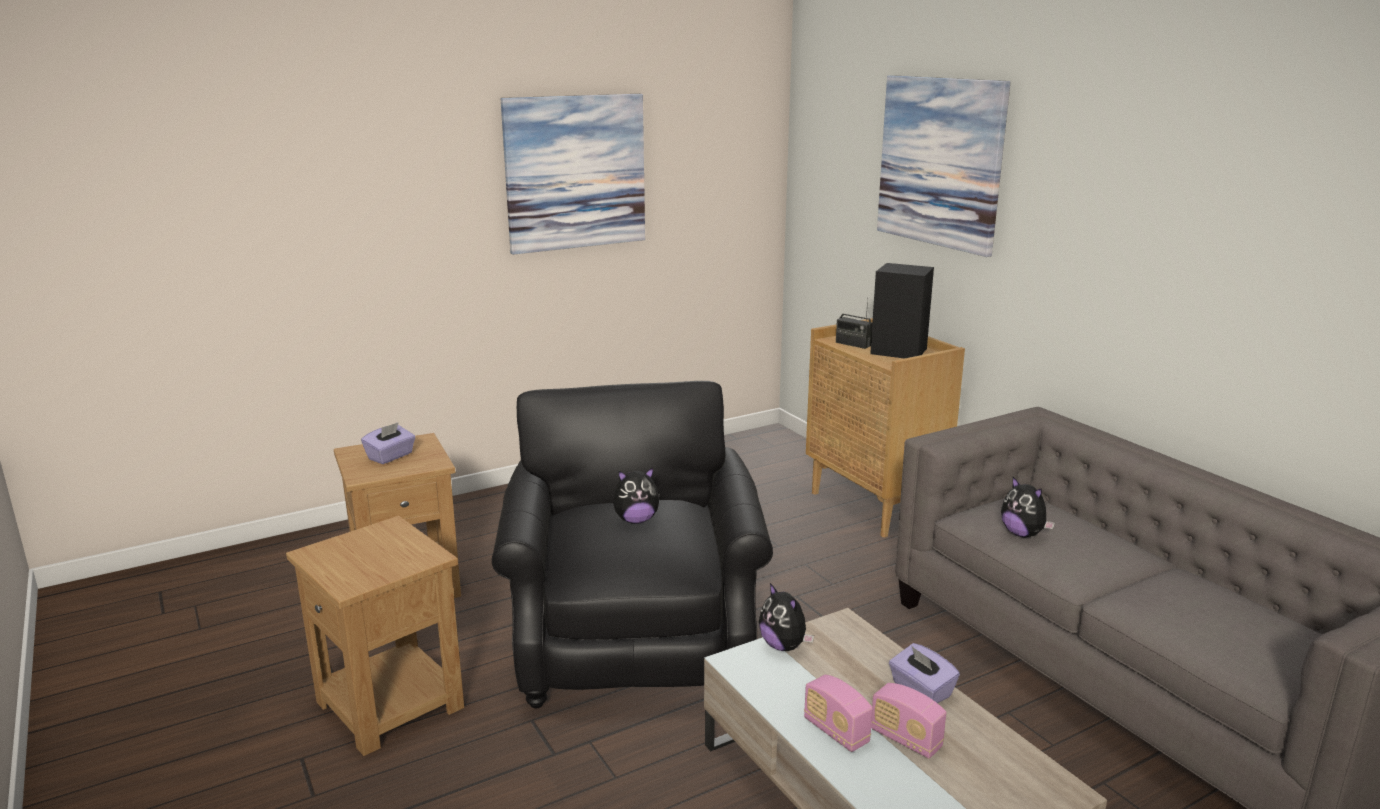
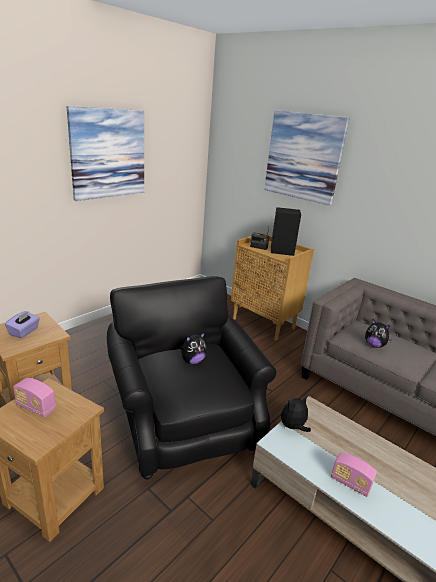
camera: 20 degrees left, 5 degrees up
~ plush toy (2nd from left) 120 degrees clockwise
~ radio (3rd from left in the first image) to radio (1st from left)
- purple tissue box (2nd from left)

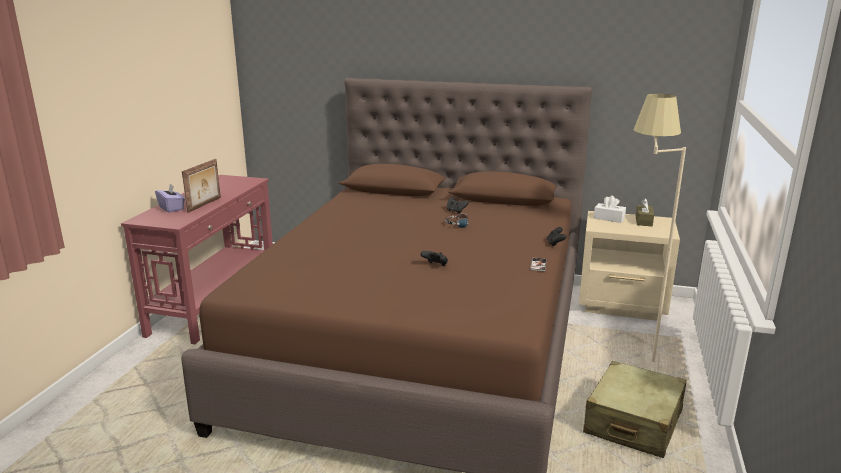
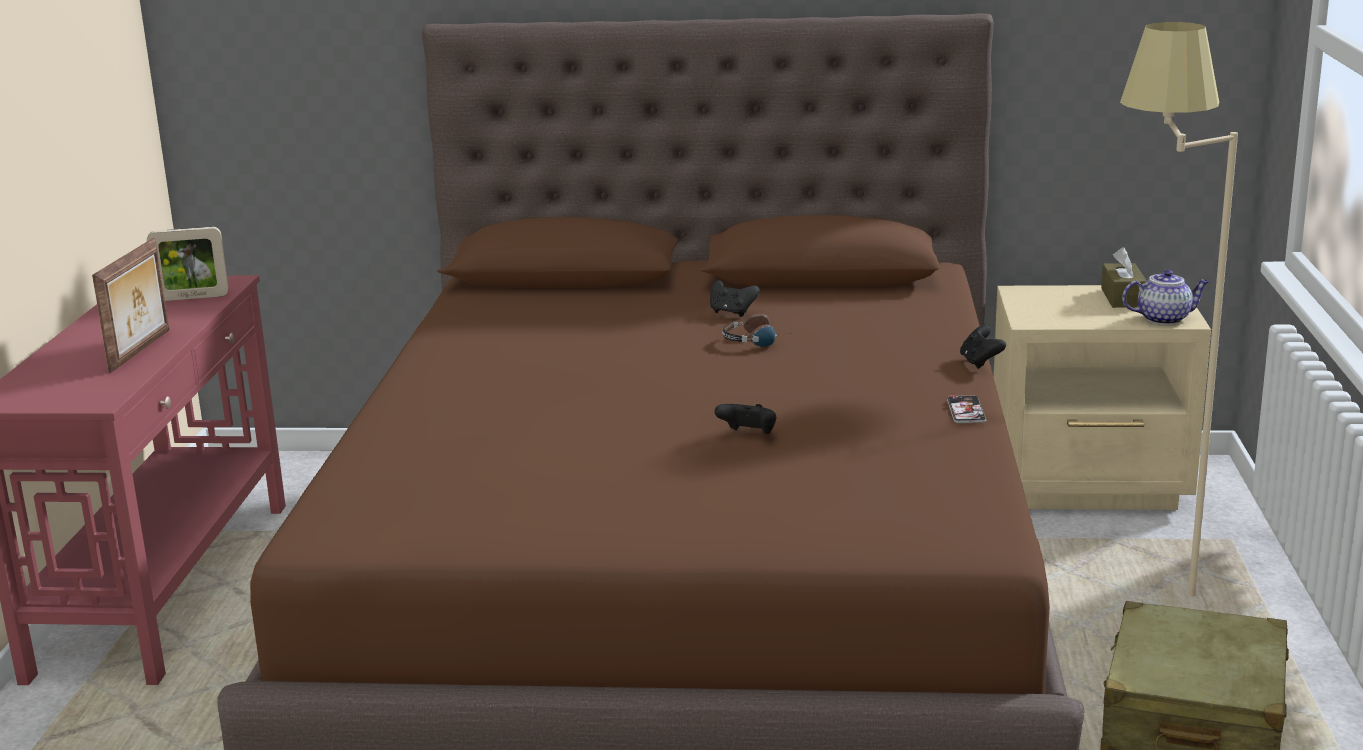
camera: 10 degrees left, 0 degrees up
- purple tissue box
- white tissue box
+ picture frame (2nd from left)
+ teapot

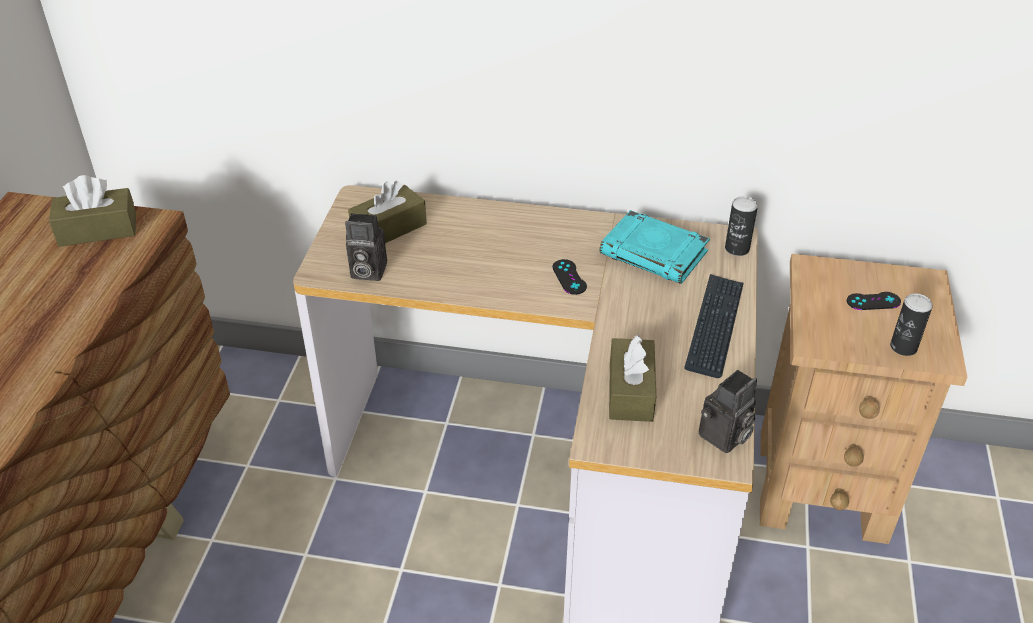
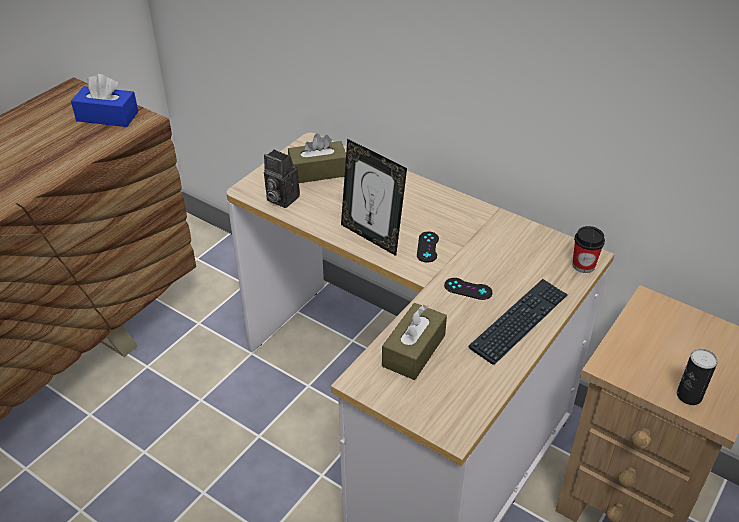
camera: 25 degrees right, 0 degrees up
~ brown tissue box (1st from left) to blue tissue box
- turquoise book
- photo camera (2nd from left)
~ can (1st from left) to cup
~ black game controller (2nd from left)
+ picture frame

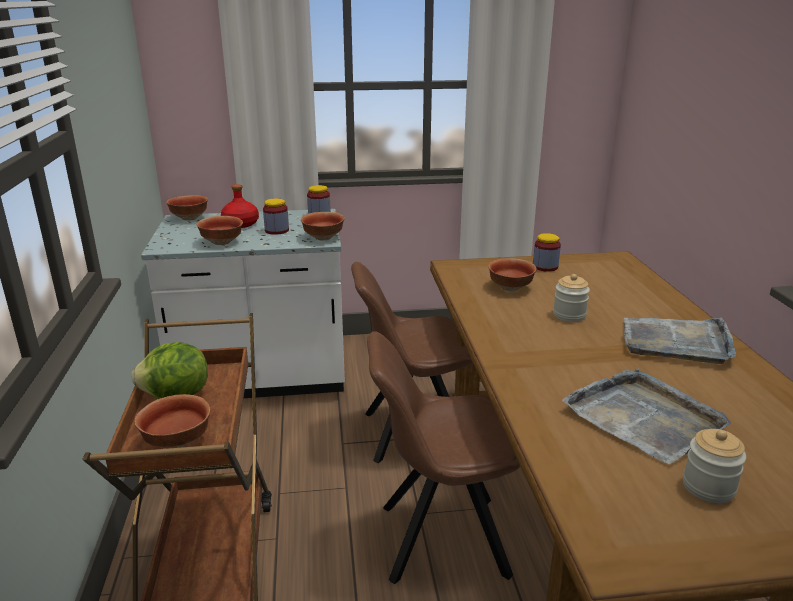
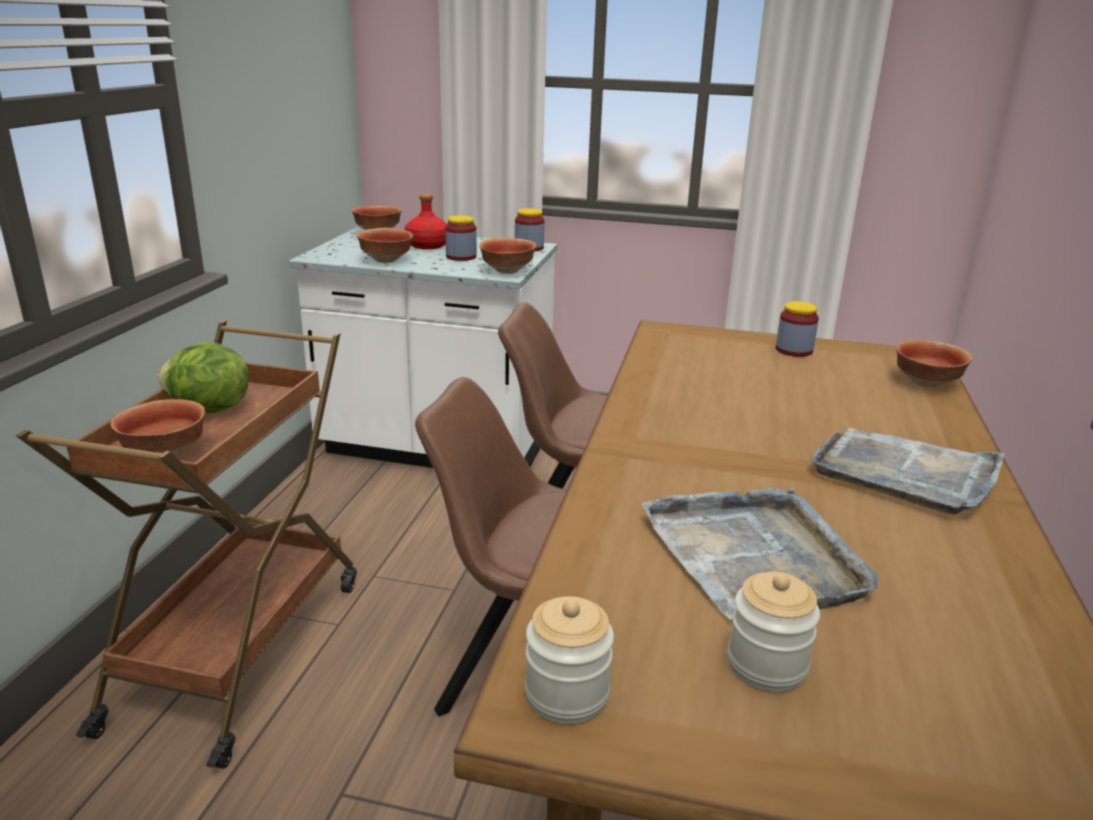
camera: 20 degrees right, 0 degrees up
~ bowl (5th from left)
~ jar (4th from left in the first image) to jar (3rd from left)

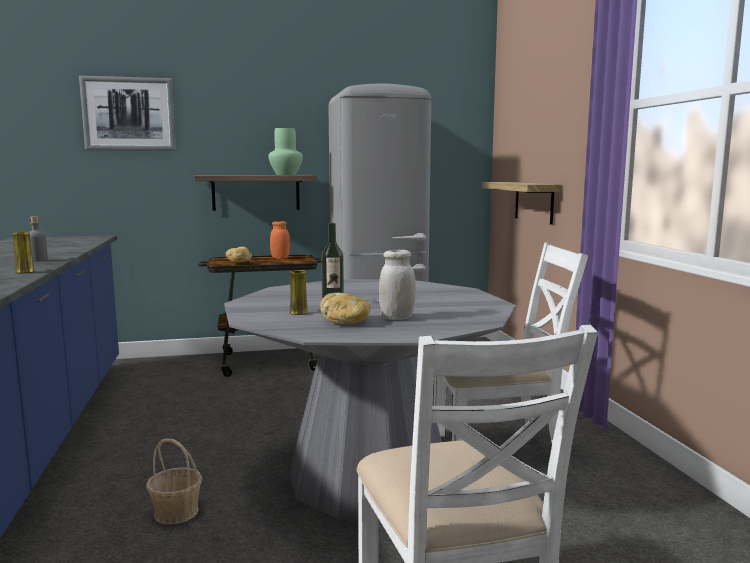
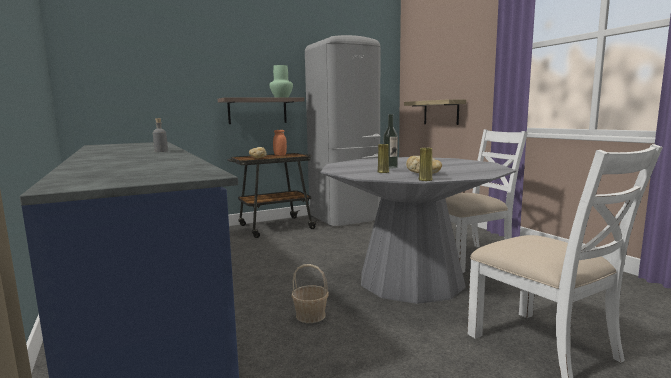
camera: 15 degrees left, 0 degrees up
~ yellow vase (1st from left in the first image) to yellow vase (2nd from left)
- picture
- white jar

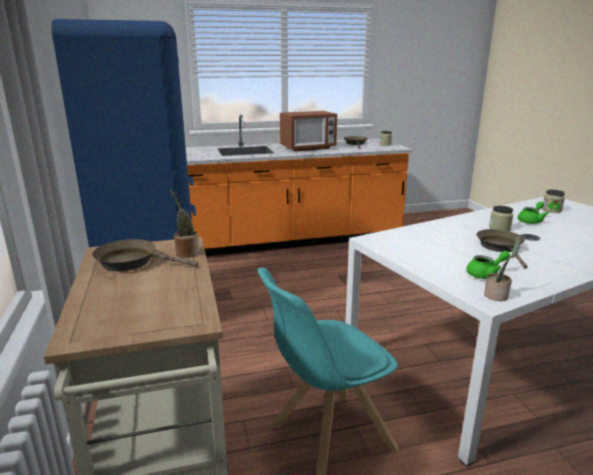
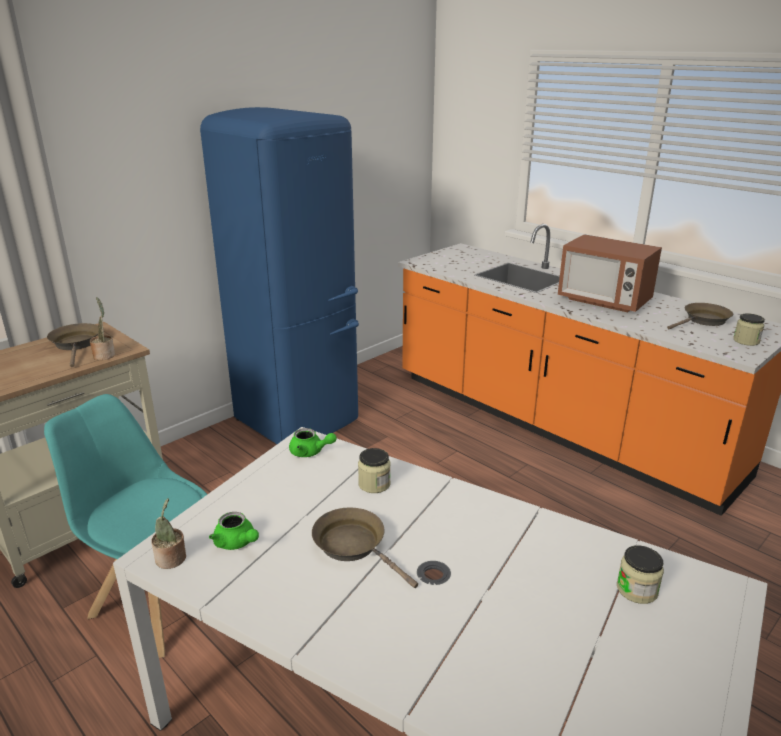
camera: 60 degrees right, 5 degrees up
~ brown frying pan (3rd from left in the first image) 105 degrees counterclockwise
~ jar (2nd from left in the first image) to jar (1st from left)
~ green teapot (2nd from left)

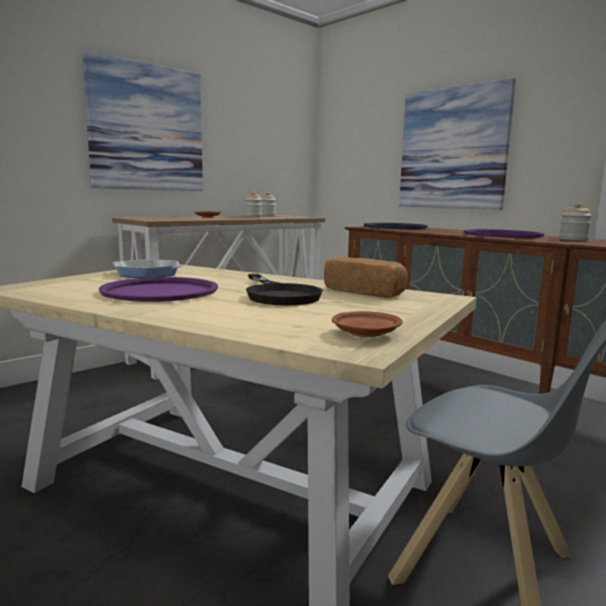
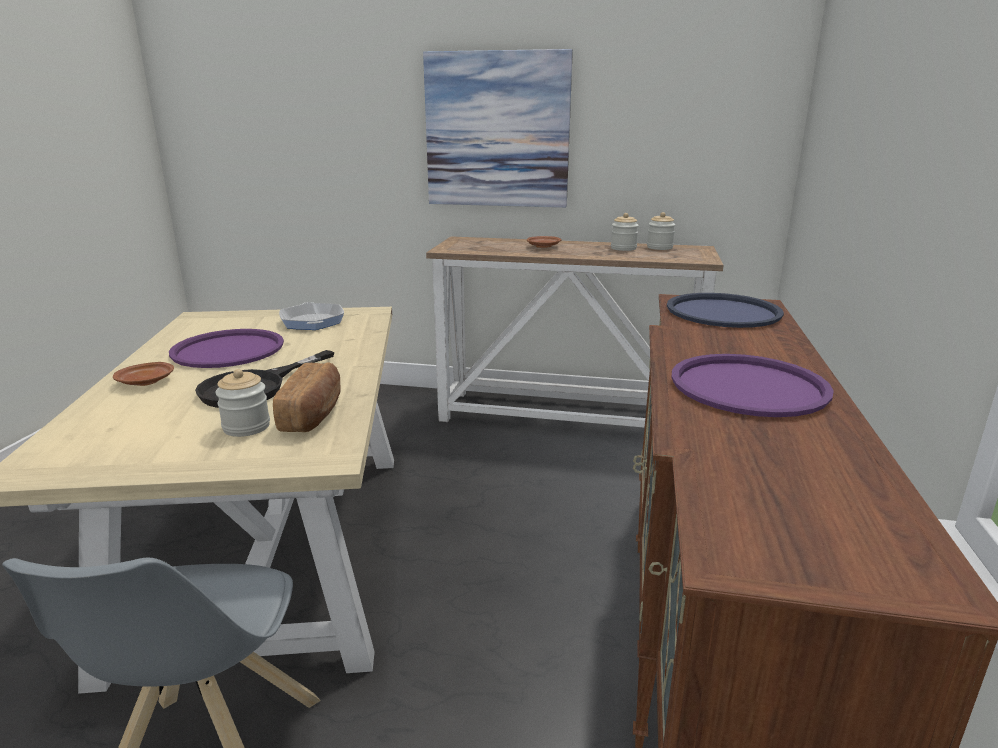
camera: 55 degrees right, 10 degrees up
~ brown plate (2nd from left in the first image) to brown plate (1st from left)
- picture (2nd from left)
~ jar (3rd from left in the first image) to jar (1st from left)

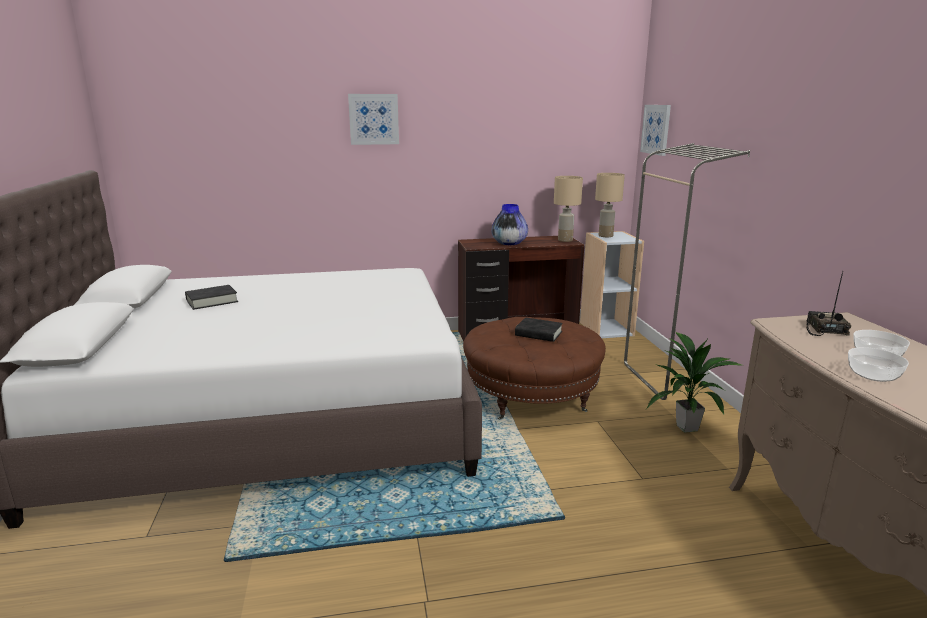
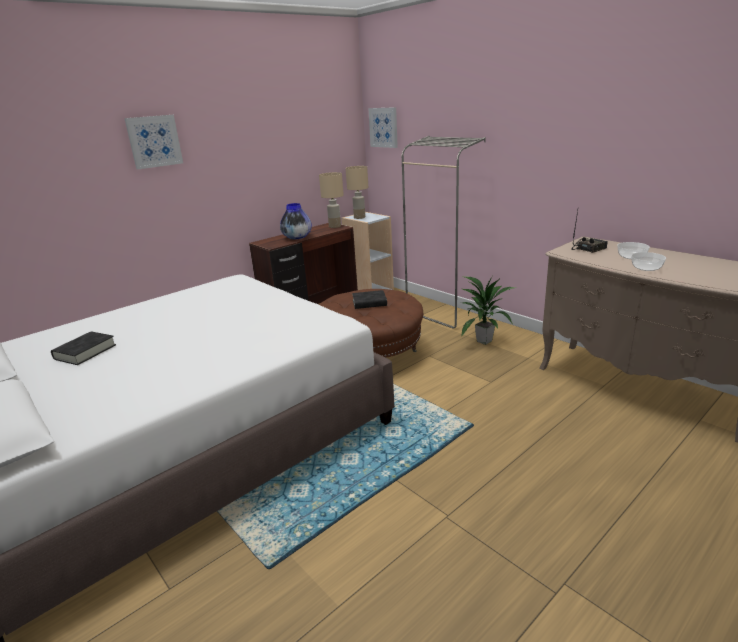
camera: 30 degrees left, 5 degrees up
~ radio 75 degrees clockwise

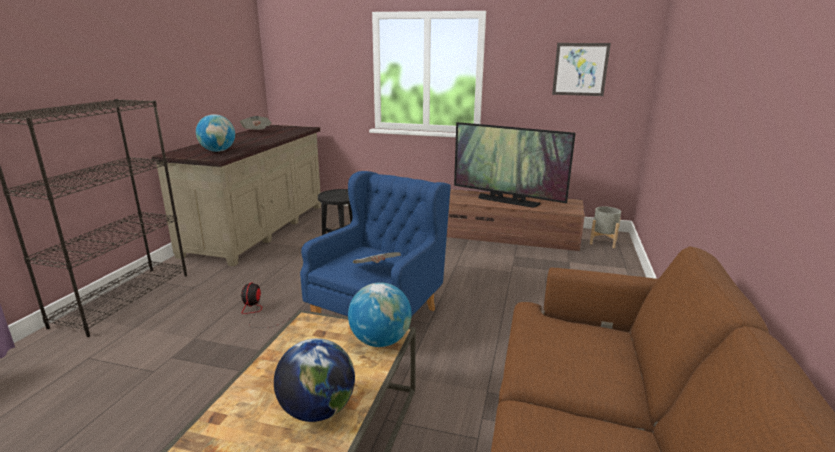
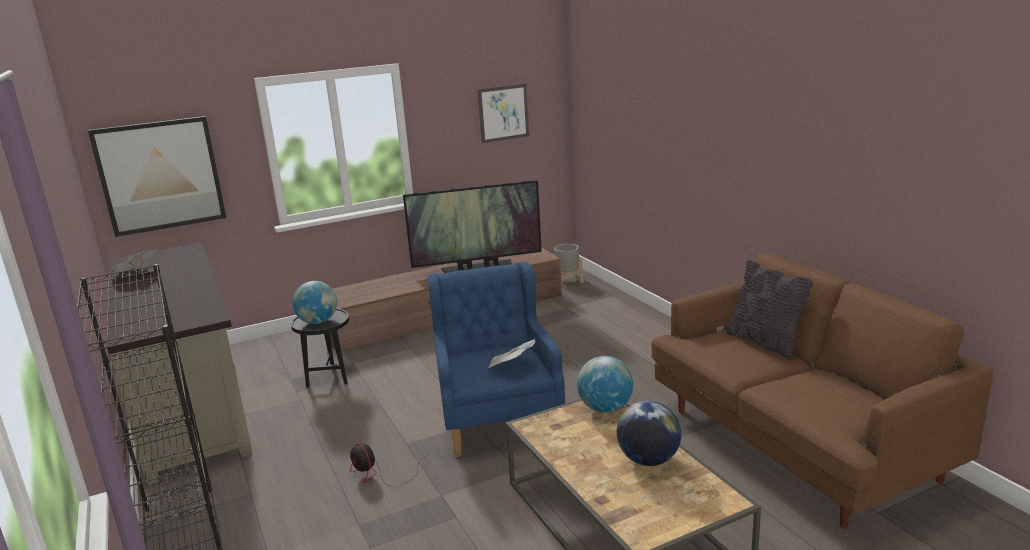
camera: 40 degrees left, 0 degrees up
~ globe (1st from left)
+ picture (1st from left)
+ black pillow

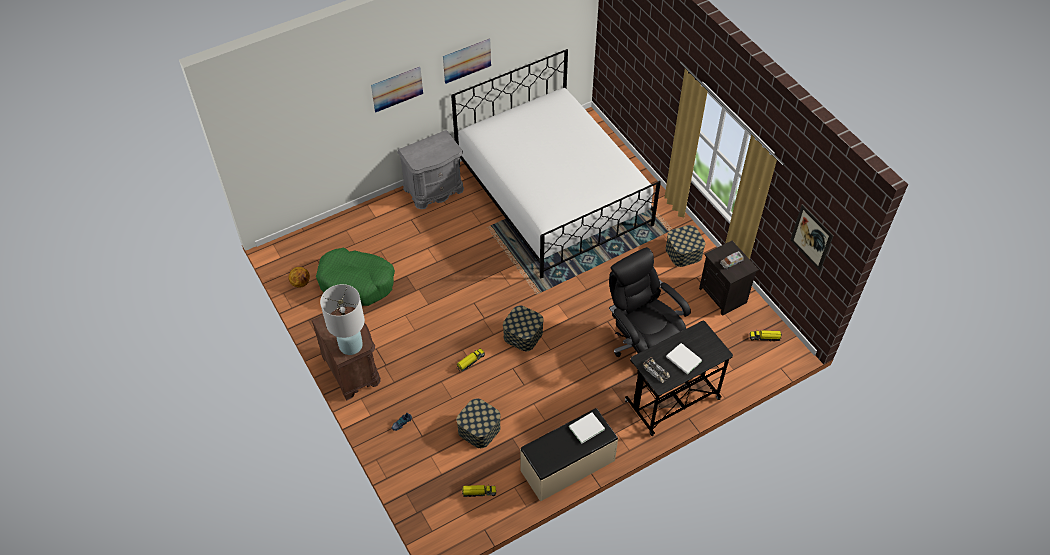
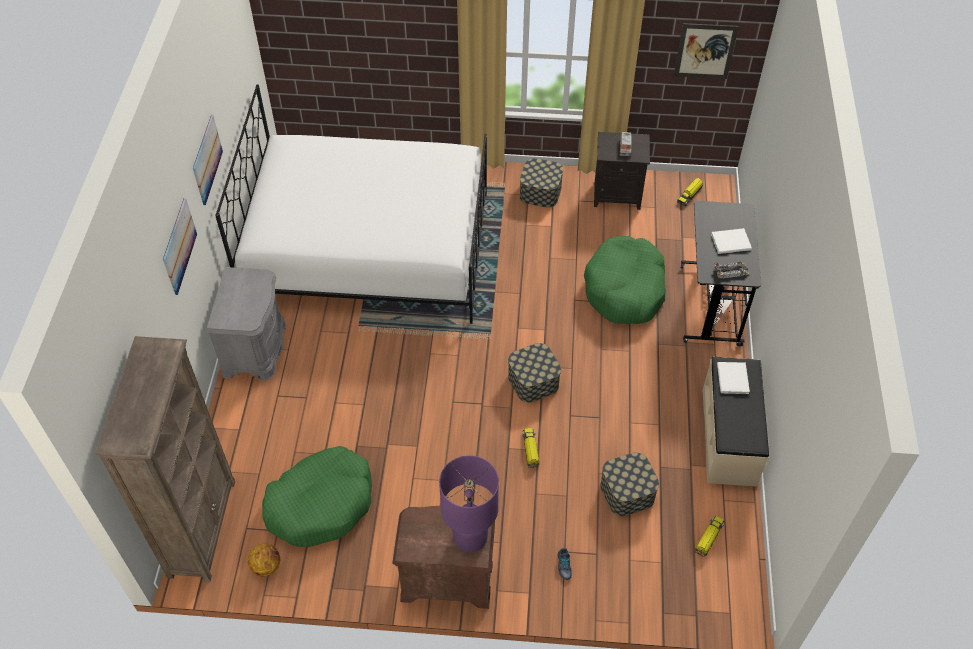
camera: 55 degrees left, 0 degrees up
~ white table lamp to purple table lamp
~ black office chair to green dog bed (2nd from left)
+ brown bookcase

